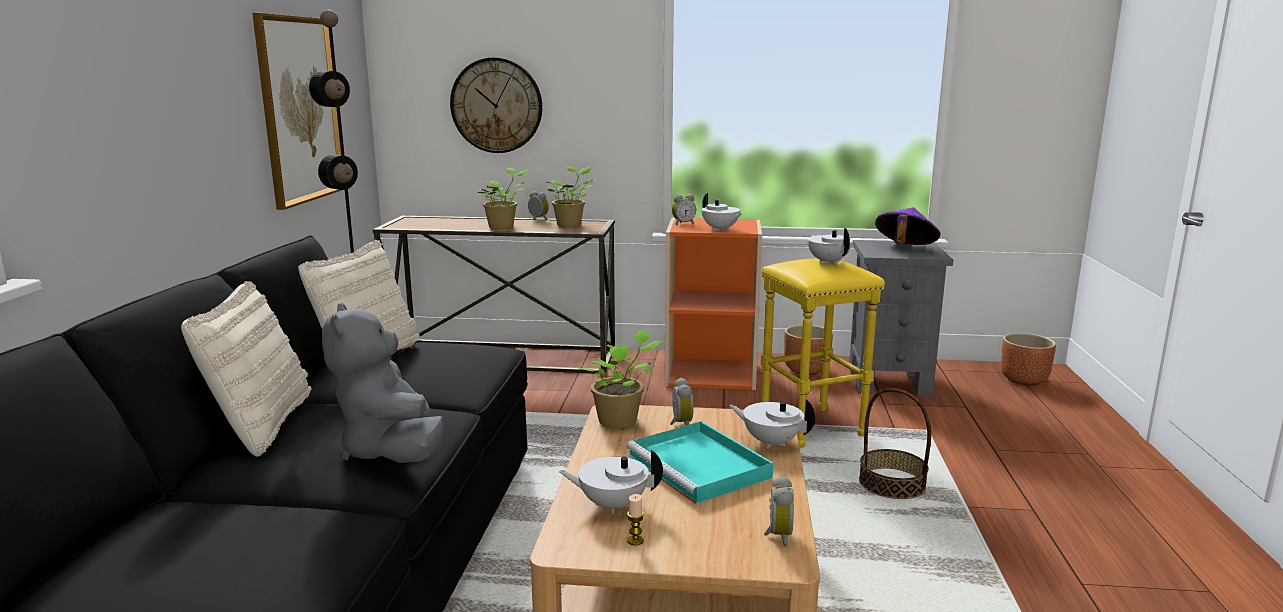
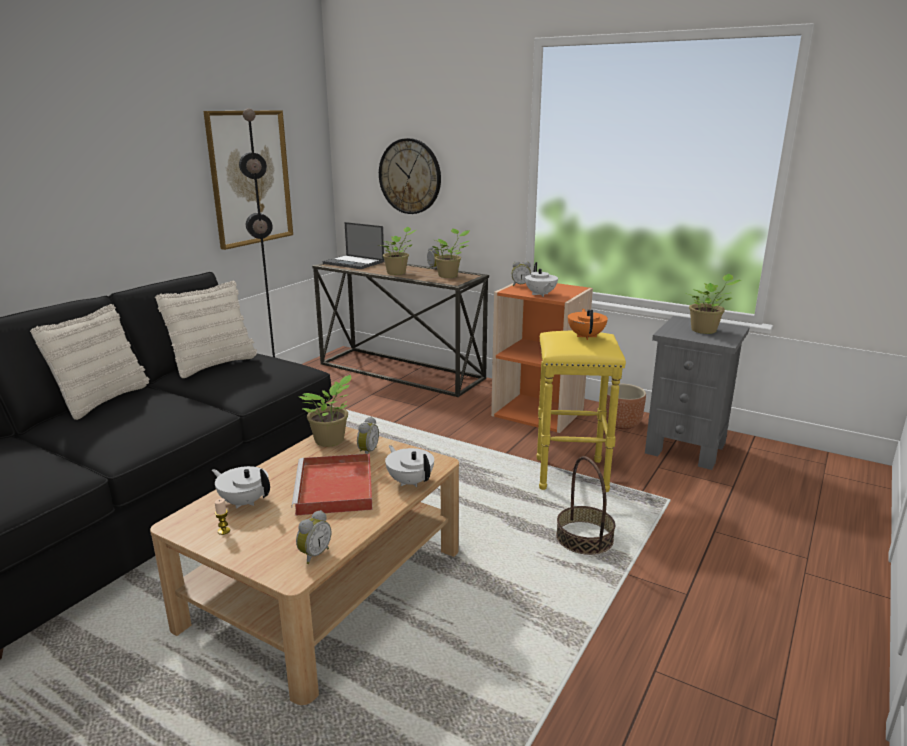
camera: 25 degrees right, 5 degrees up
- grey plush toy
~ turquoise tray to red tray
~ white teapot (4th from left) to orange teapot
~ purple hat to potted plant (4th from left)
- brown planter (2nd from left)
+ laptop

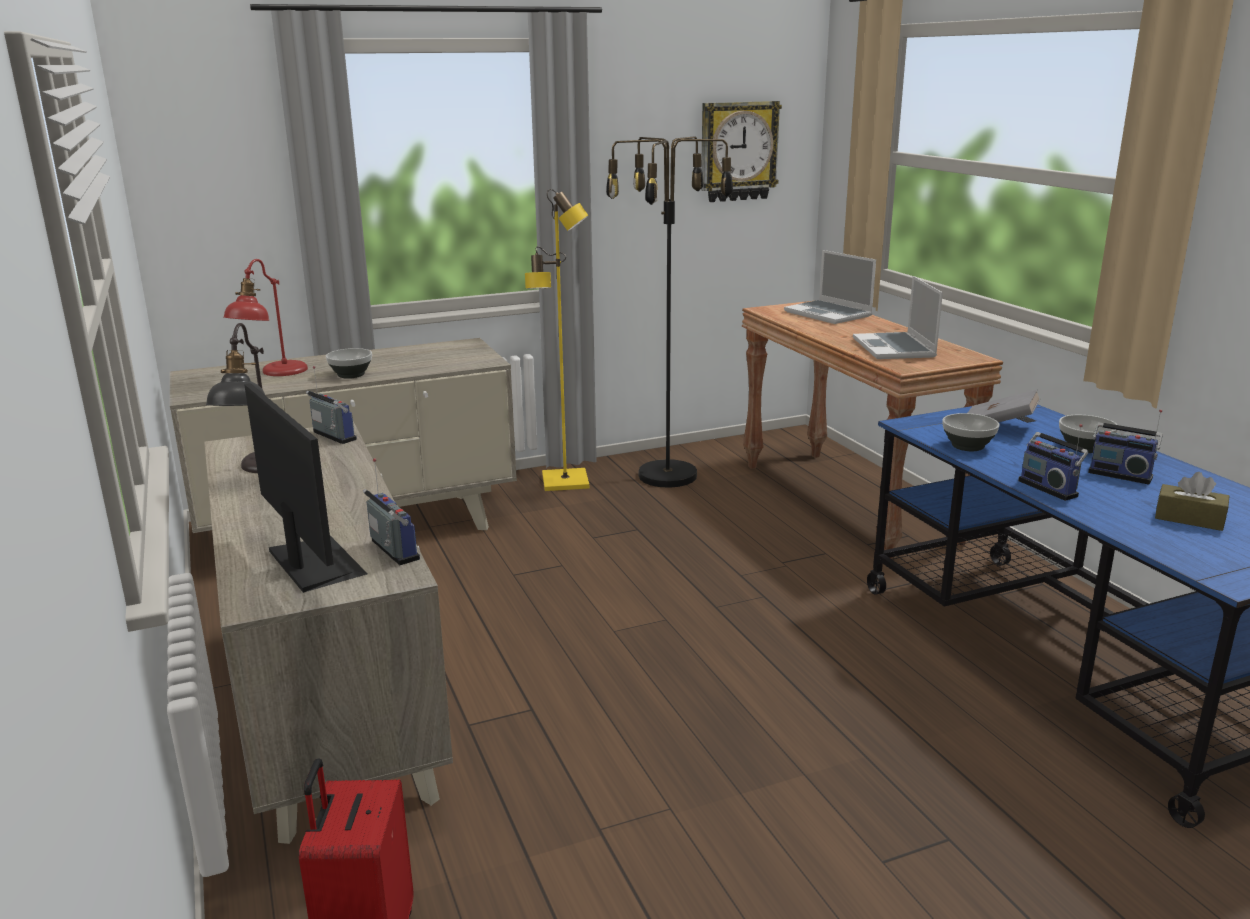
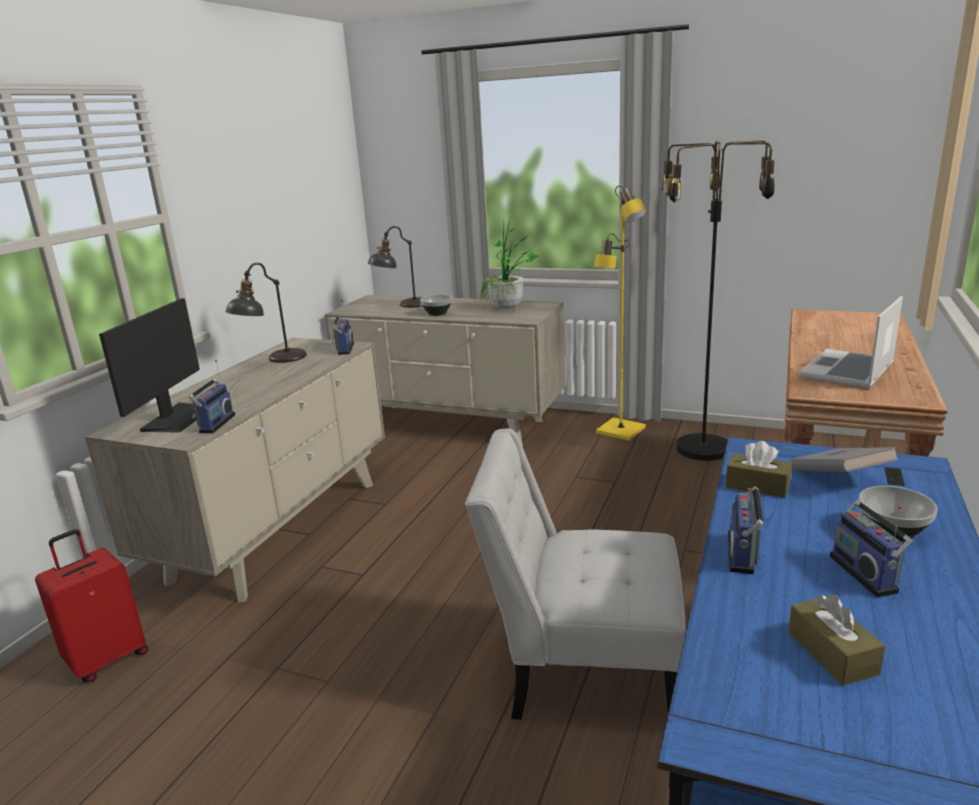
camera: 45 degrees right, 0 degrees up
~ red table lamp to grey table lamp (2nd from left)
- wall clock
- laptop (1st from left)
~ bowl (2nd from left) to brown tissue box (1st from left)
+ white chair
+ potted plant

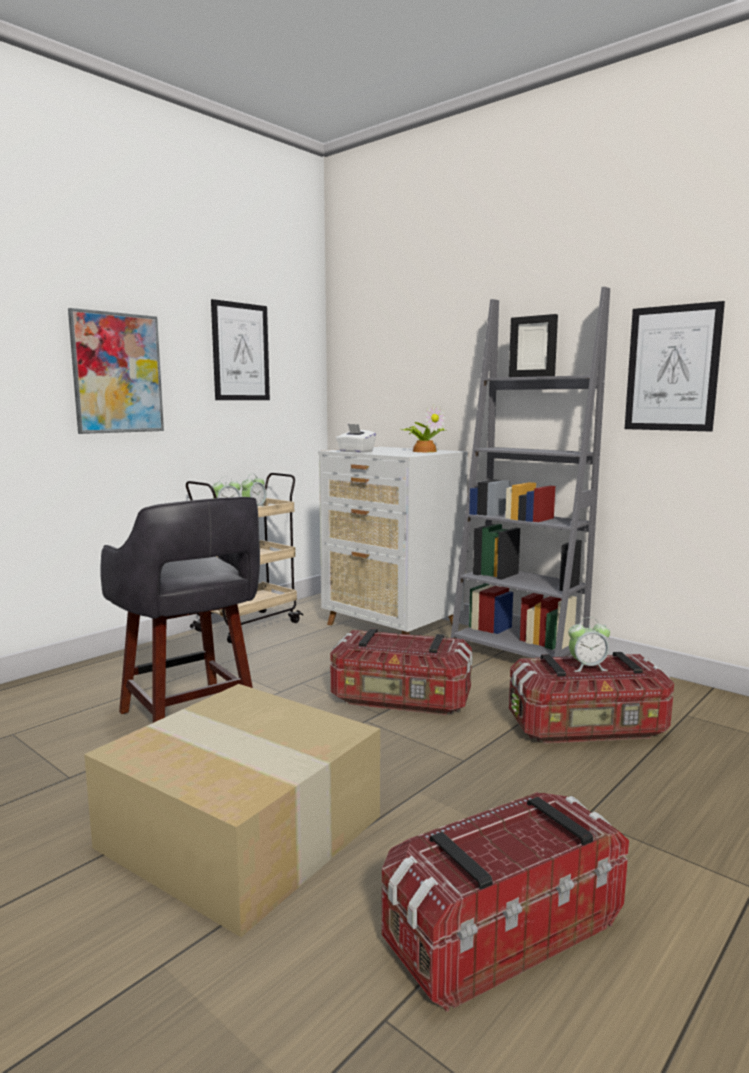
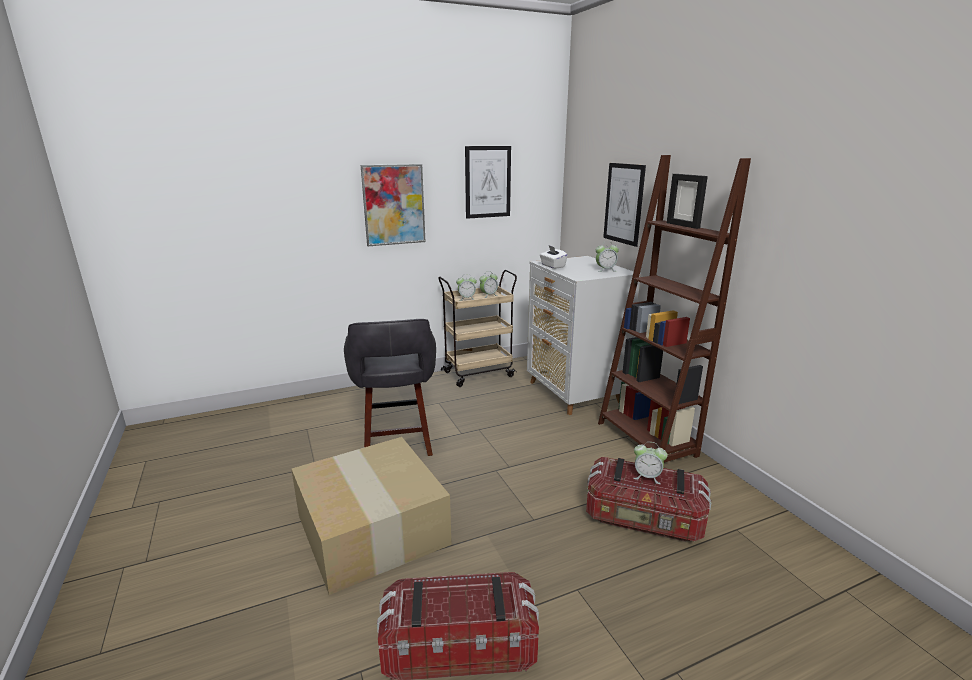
camera: 25 degrees right, 10 degrees up
- storage box (1st from left)
~ potted plant to alarm clock (3rd from left)
~ grey bookcase to brown bookcase
~ picture (3rd from left)

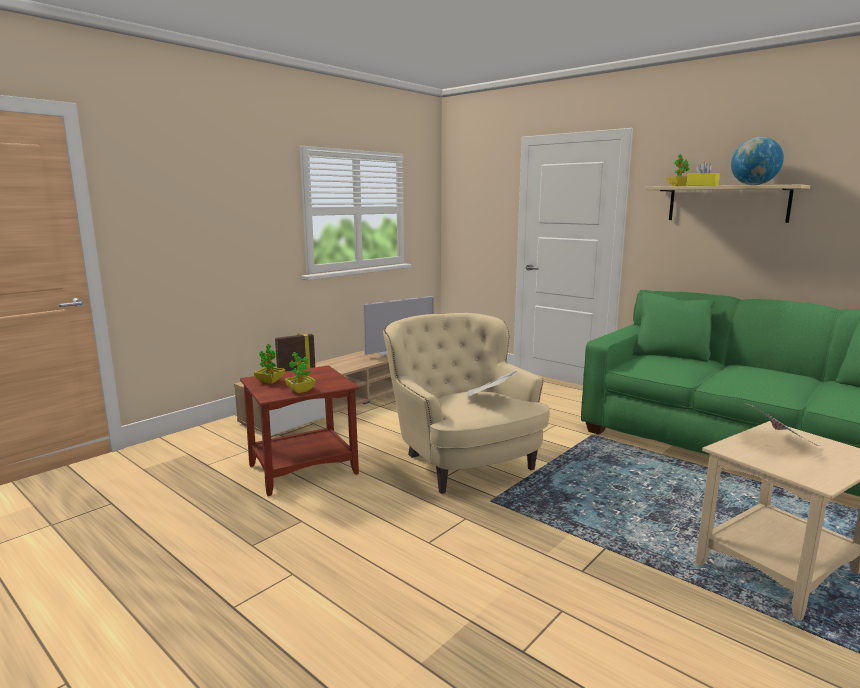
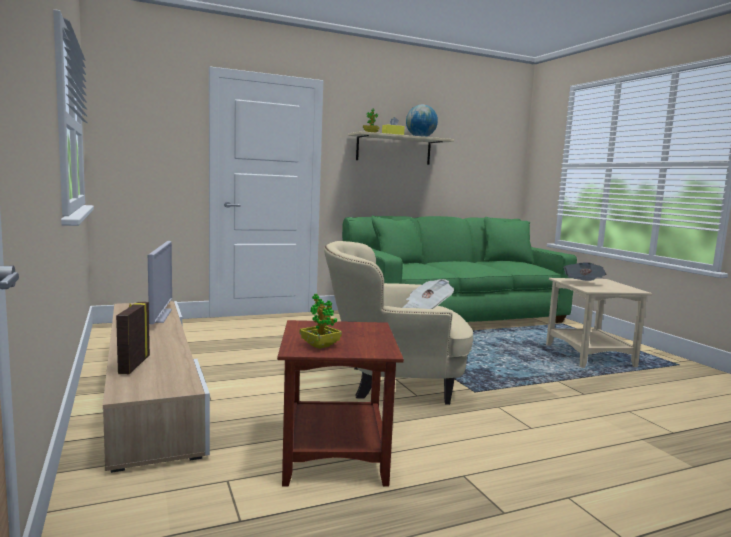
camera: 65 degrees left, 5 degrees down
- potted plant (2nd from left)

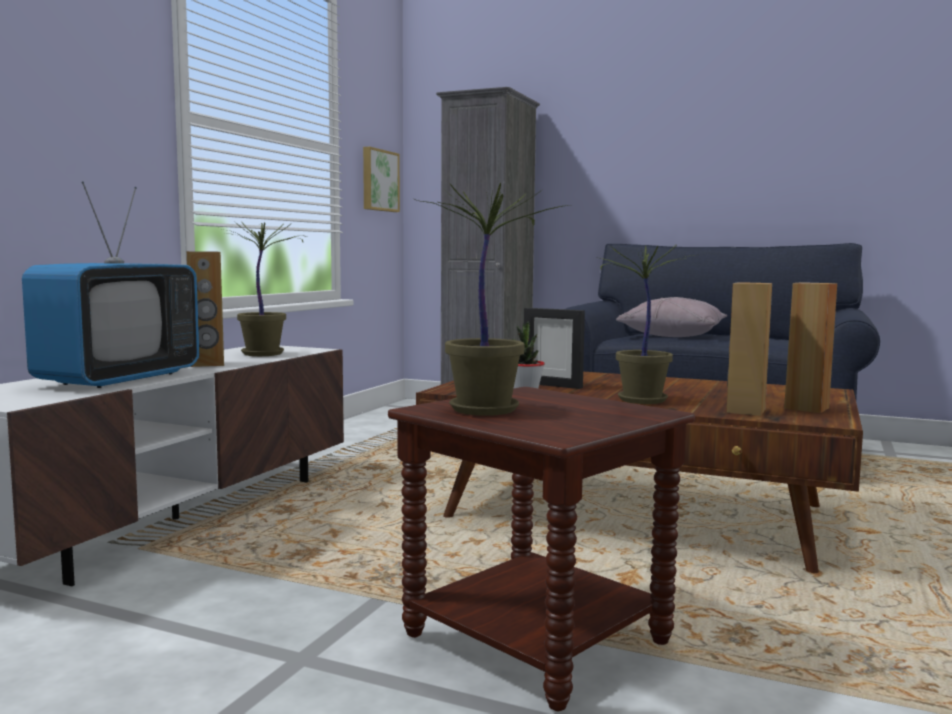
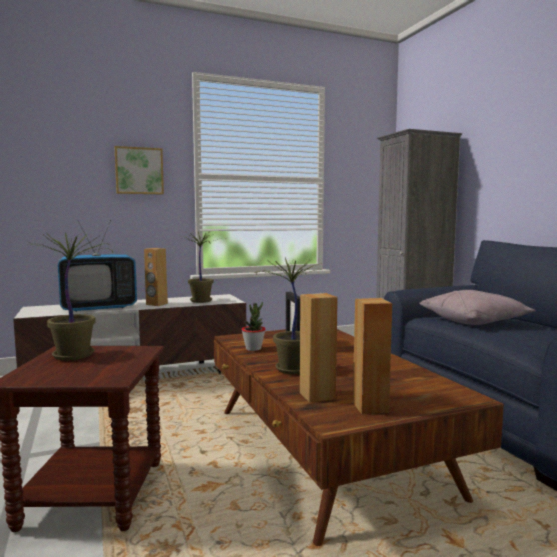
camera: 45 degrees right, 0 degrees up
~ picture

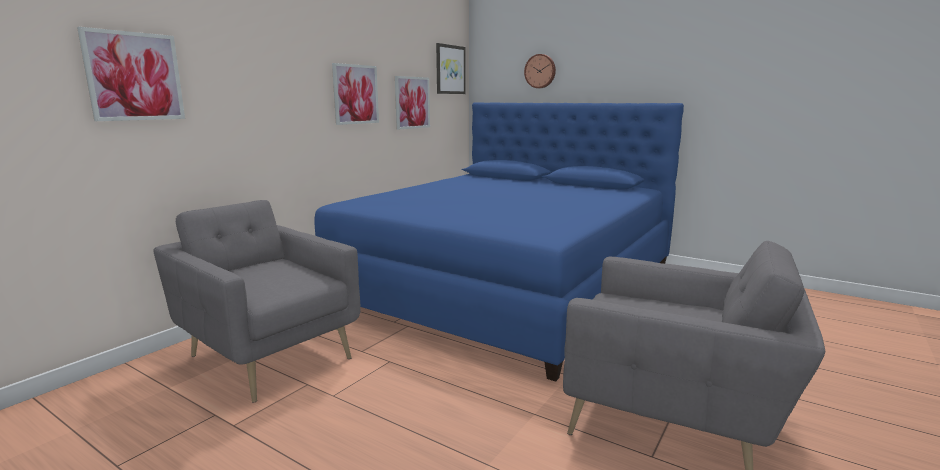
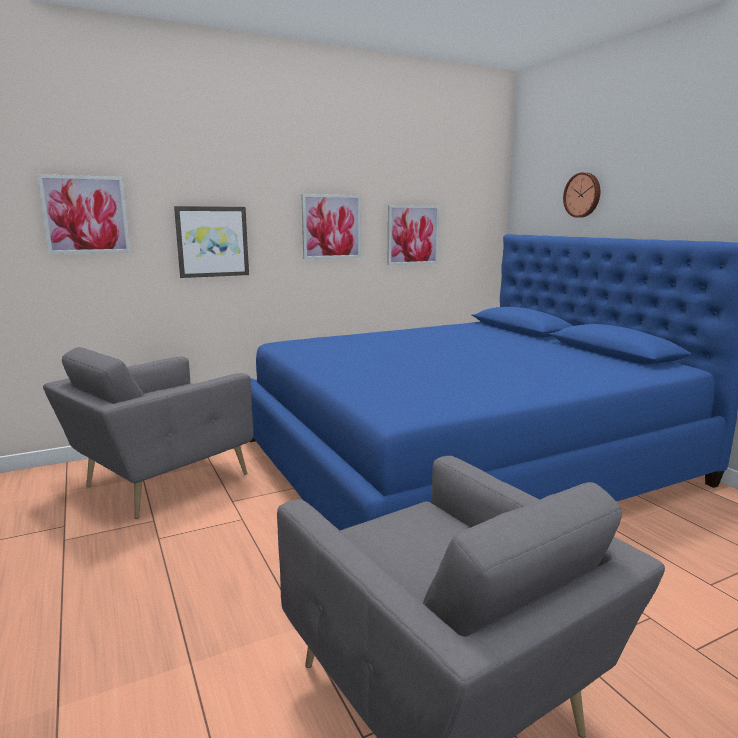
camera: 30 degrees right, 0 degrees up
~ grey armchair (1st from left) 120 degrees counterclockwise
~ picture (4th from left in the first image) to picture (2nd from left)

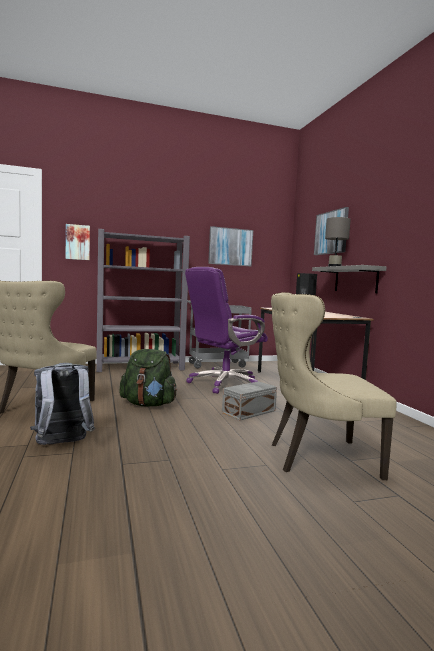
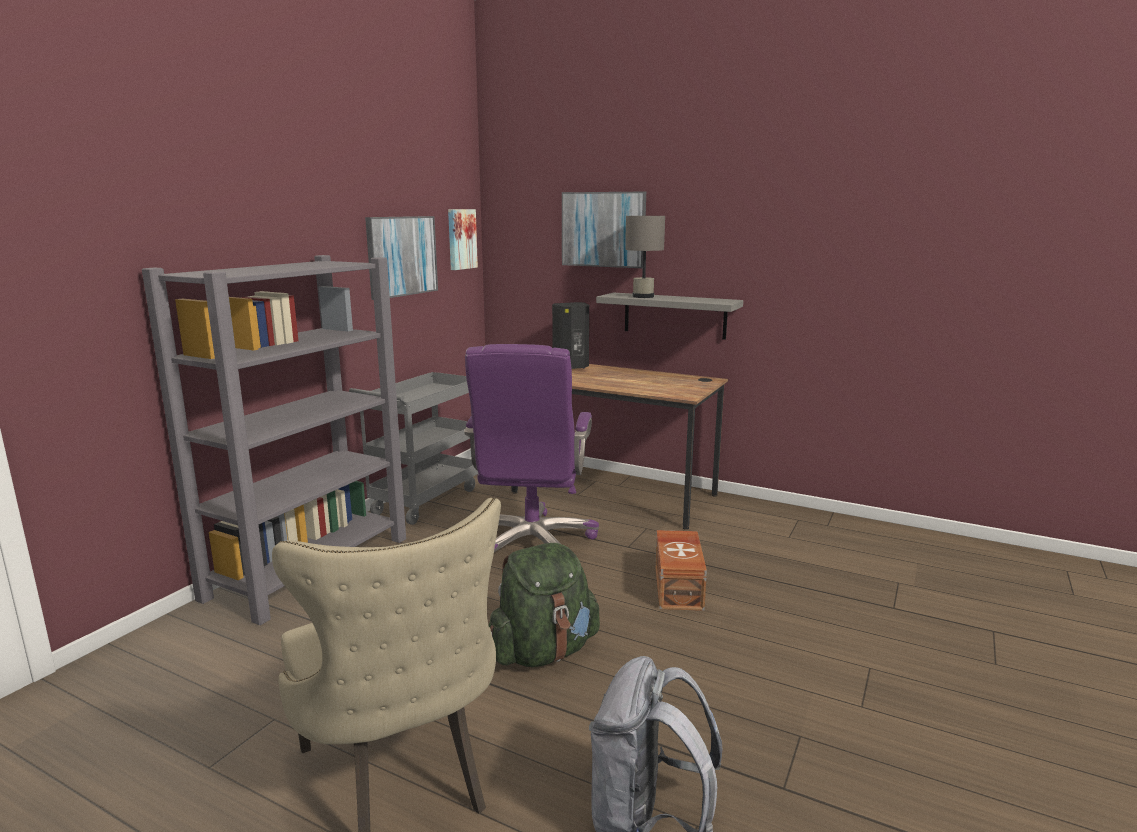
camera: 45 degrees left, 10 degrees up
~ picture (1st from left in the first image) to picture (2nd from left)
~ grey storage box to brown storage box
- beige chair (2nd from left)

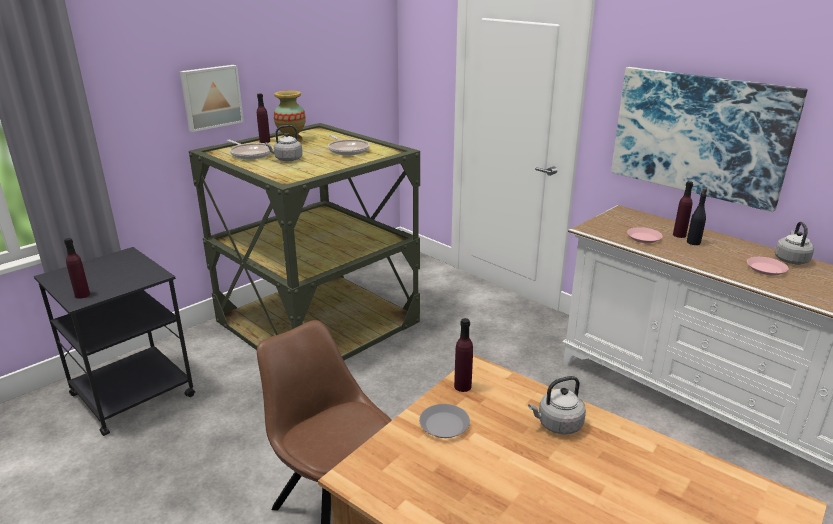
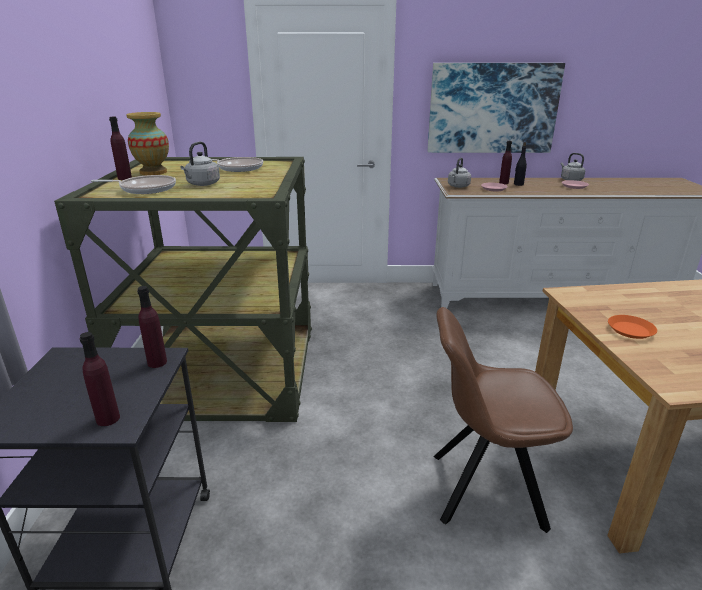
camera: 45 degrees left, 0 degrees up
- picture (1st from left)
~ grey plate to orange plate
~ purple bottle (3rd from left)
~ grey kettle (2nd from left)

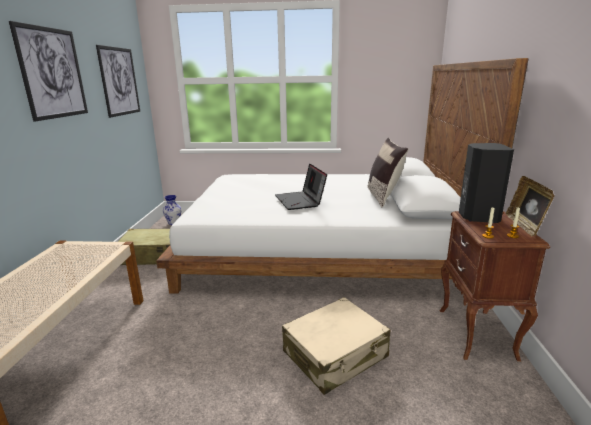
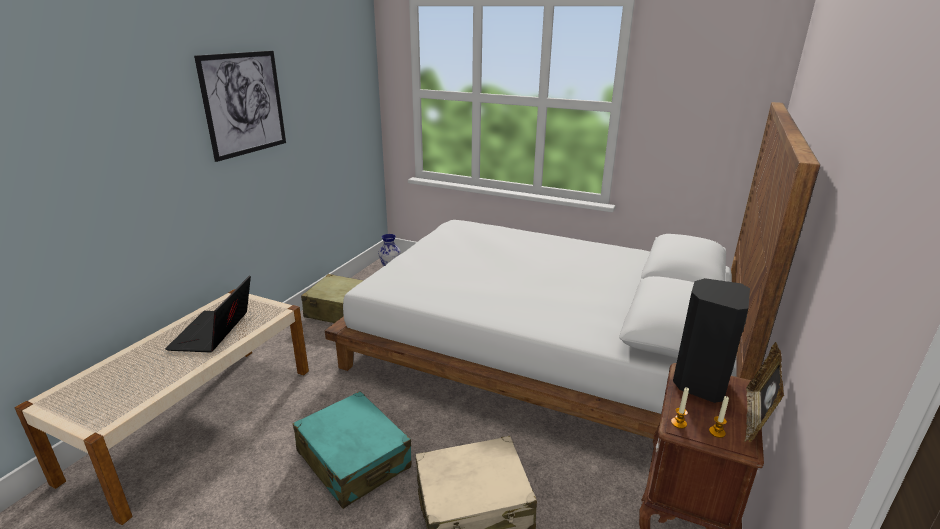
camera: 20 degrees right, 5 degrees up
- picture (2nd from left)
~ laptop
- pillow
+ turquoise suitcase

